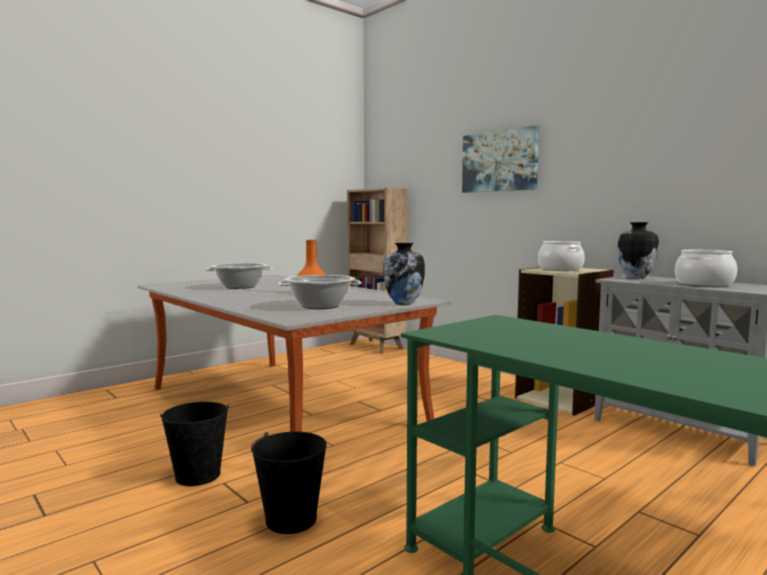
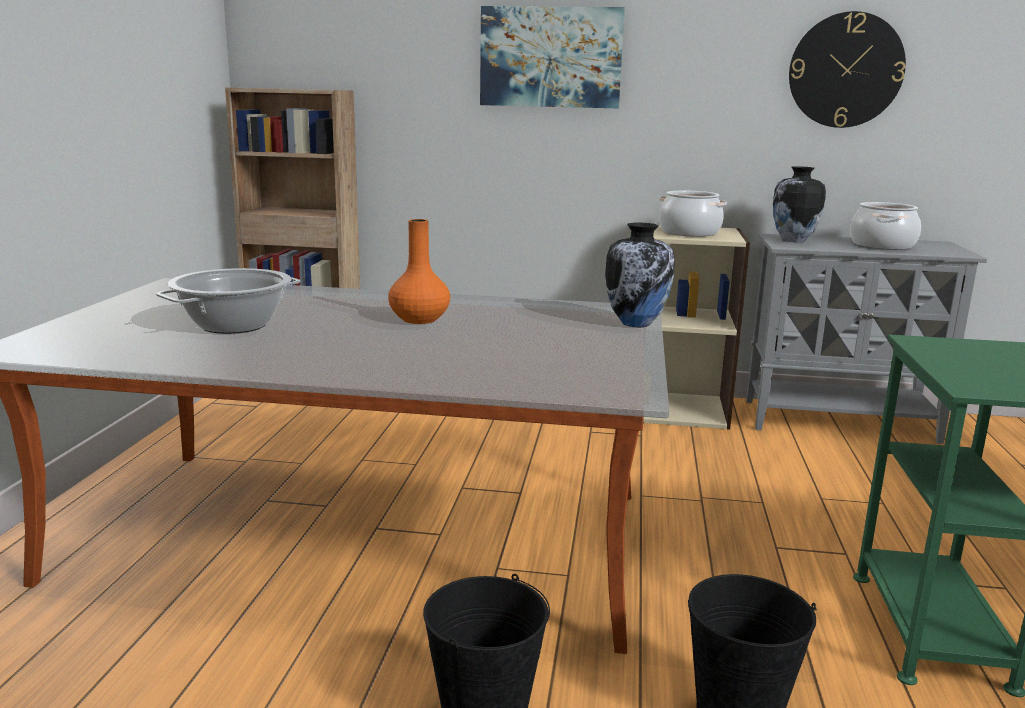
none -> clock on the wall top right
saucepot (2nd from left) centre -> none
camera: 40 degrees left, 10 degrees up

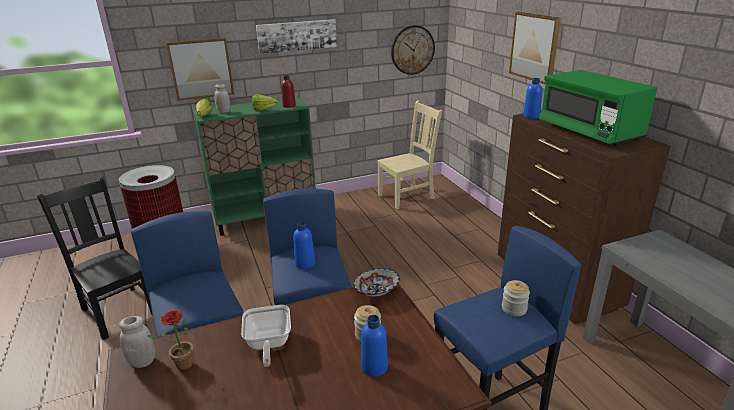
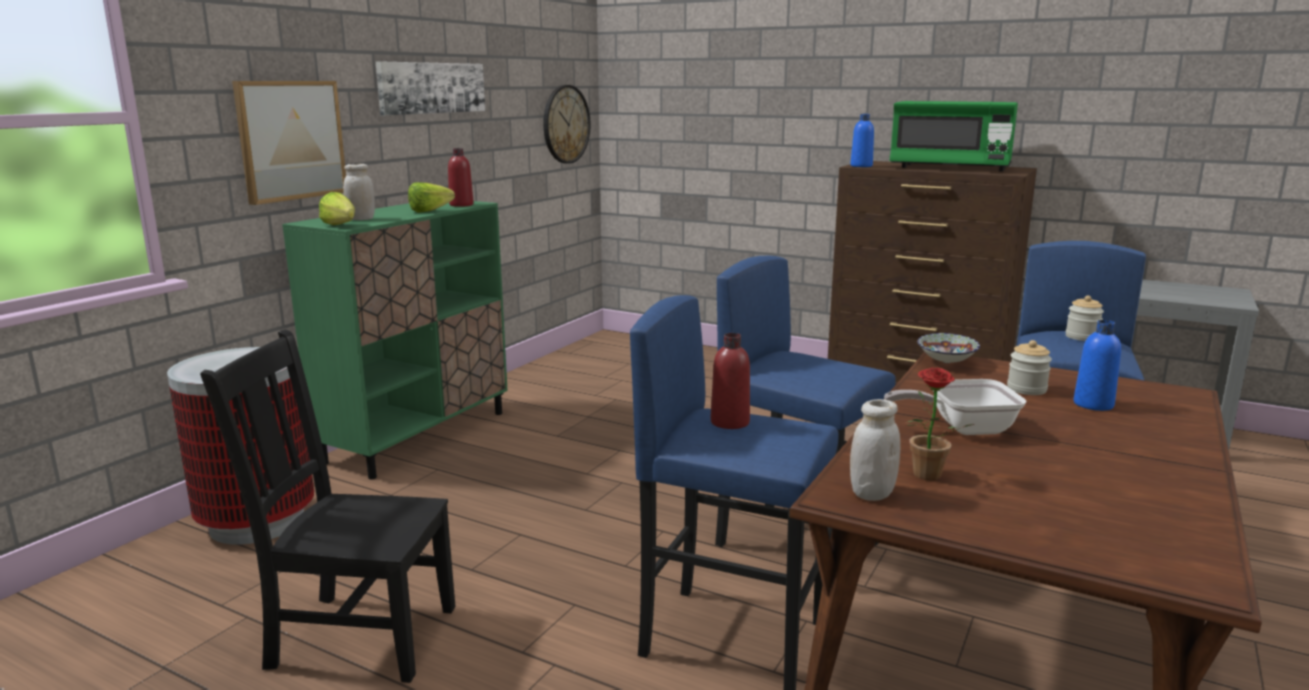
none -> red-coloured drink bottle (2nd from left) centre
frying pan bottom centre -> frying pan middle right, 135 degrees clockwise
bluish drink bottle (1st from left) centre -> none
beige upright chair centre -> none
picture (3rd from left) top right -> none
camera: 40 degrees left, 10 degrees down

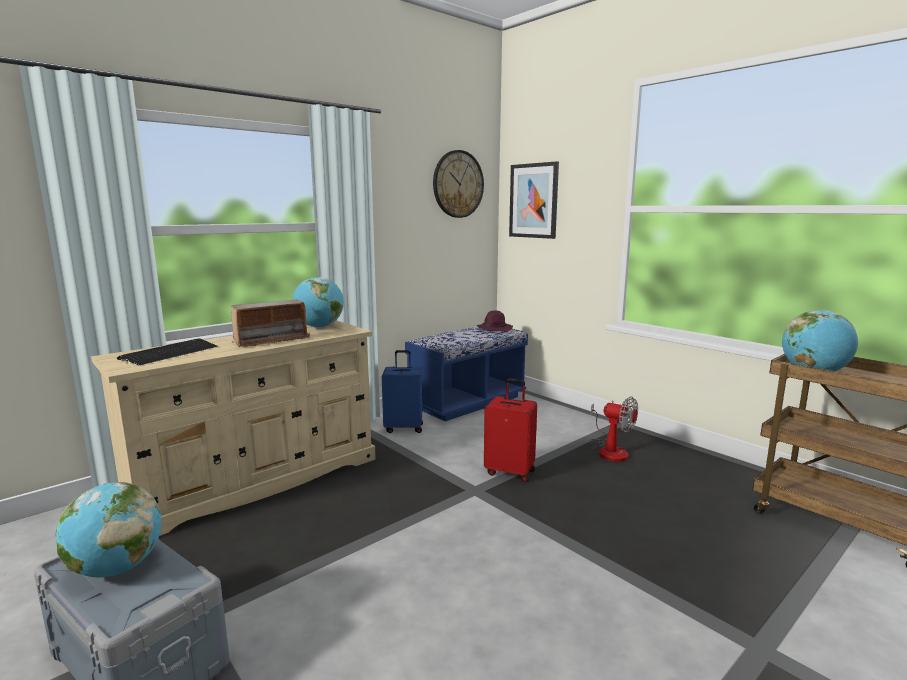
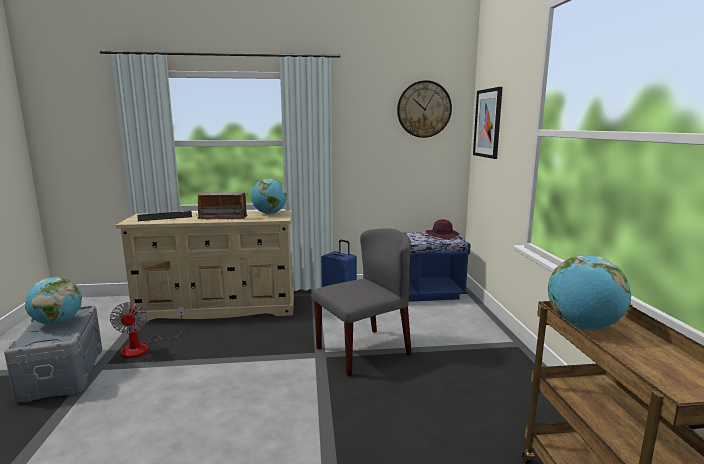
fan middle right -> fan bottom left, moved
red-coloured piece of luggage centre -> grey upright chair centre
camera: 35 degrees right, 0 degrees up

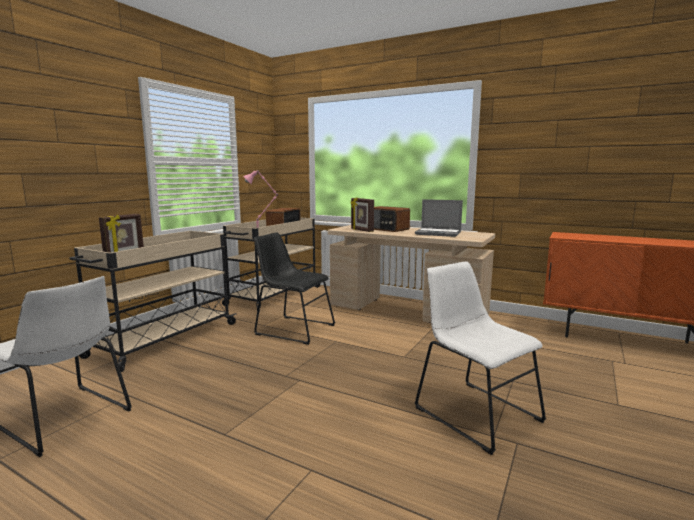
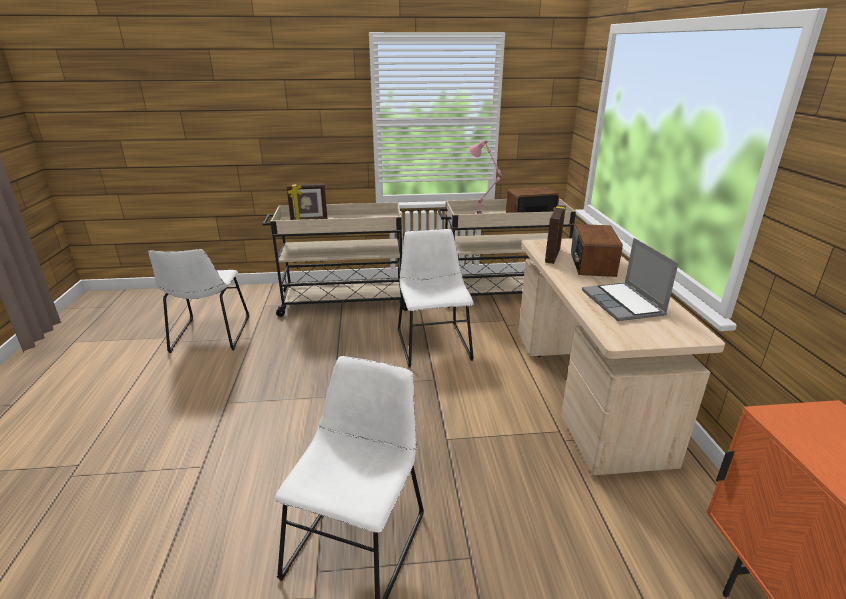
black-coloured upright chair centre -> white upright chair (3rd from left) centre
camera: 55 degrees right, 15 degrees up

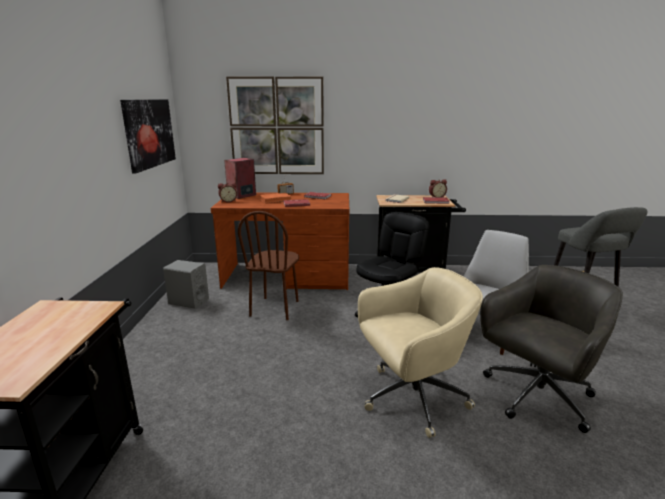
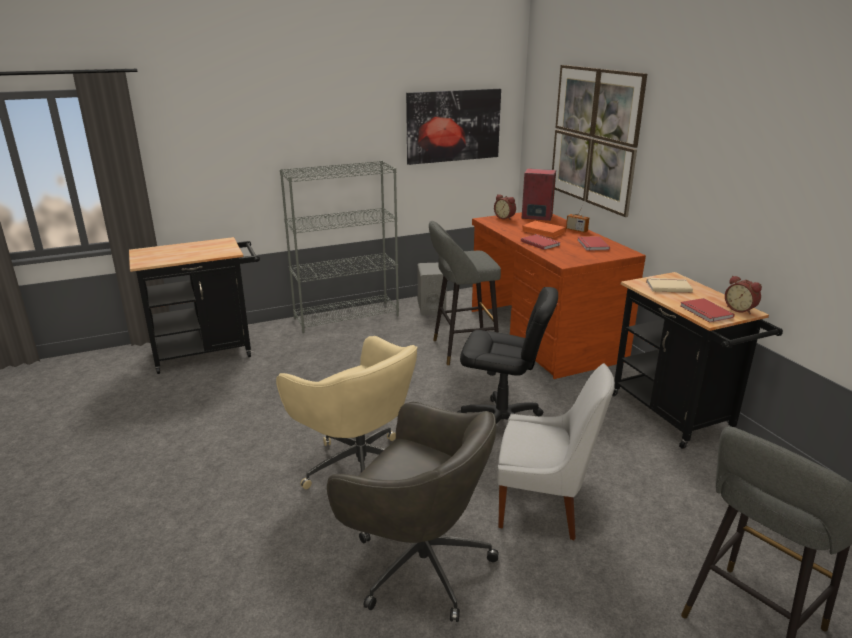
none -> grey bookshelf centre
brown-coloured upright chair centre -> grey stool seat (1st from left) centre
camera: 65 degrees right, 5 degrees up

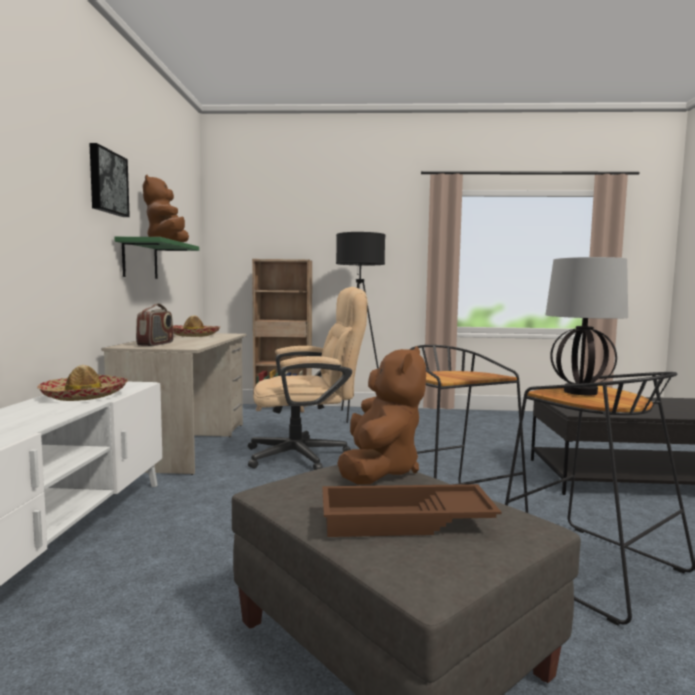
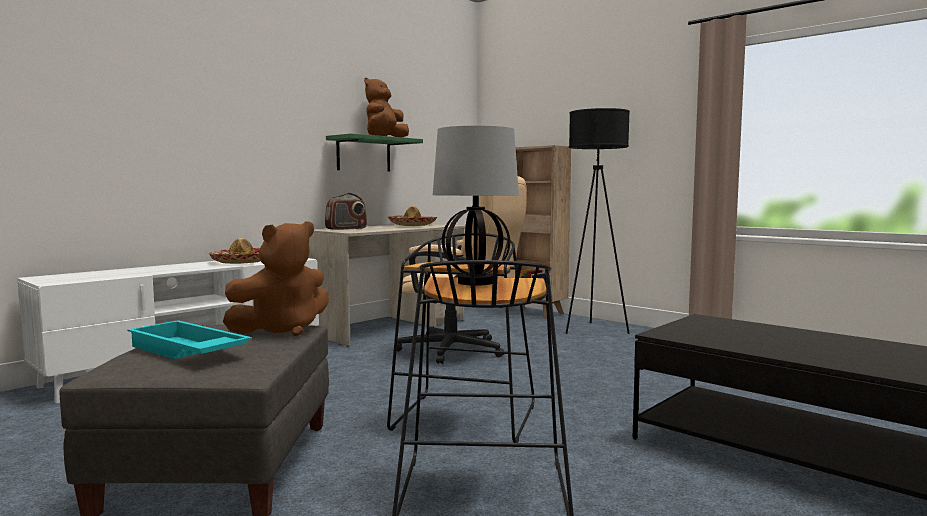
brown-coloured carrying tray bottom centre -> turquoise carrying tray middle left
picture top left -> none
camera: 40 degrees right, 0 degrees up

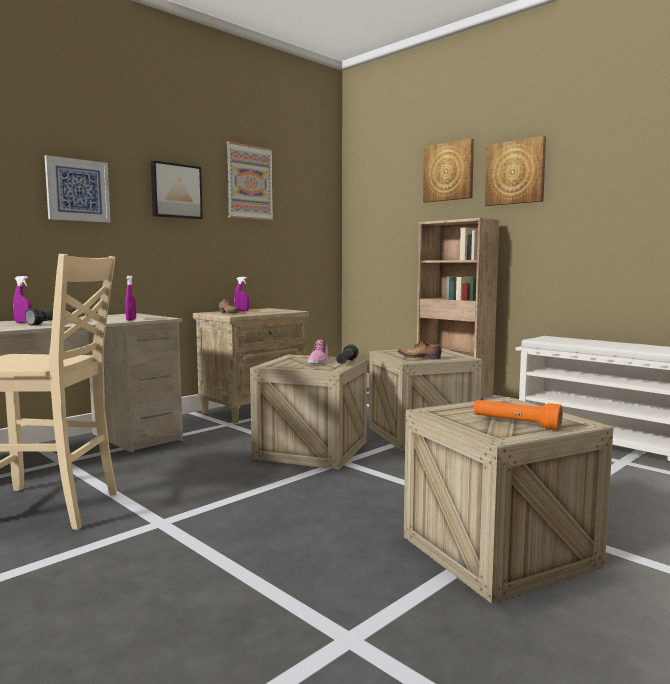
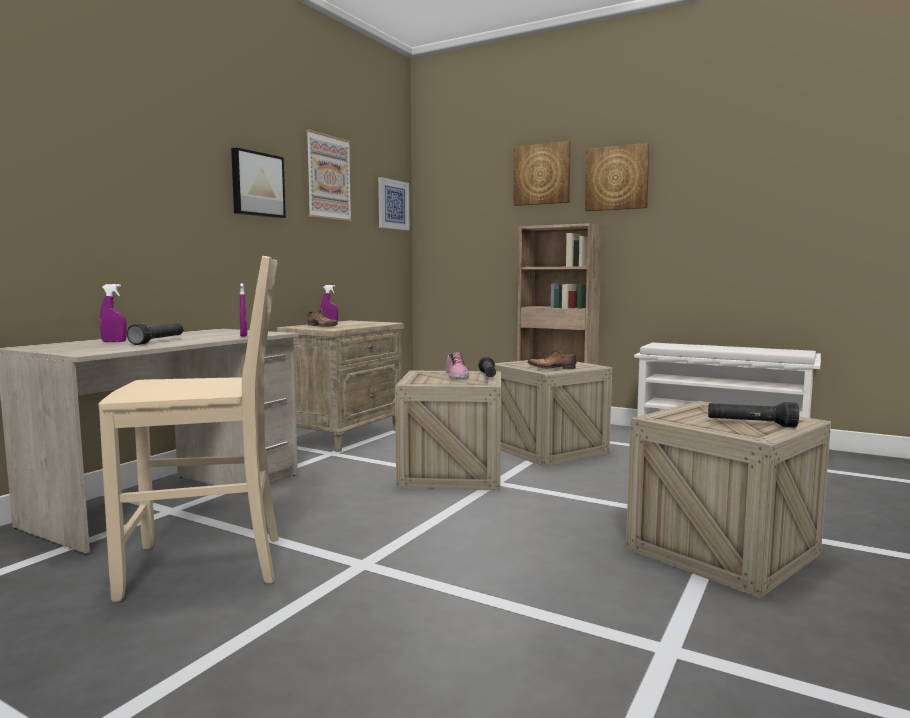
picture (1st from left in the first image) top left -> picture (3rd from left) top centre, moved
orangey torch middle right -> black-coloured torch (3rd from left) middle right
camera: 15 degrees left, 0 degrees up

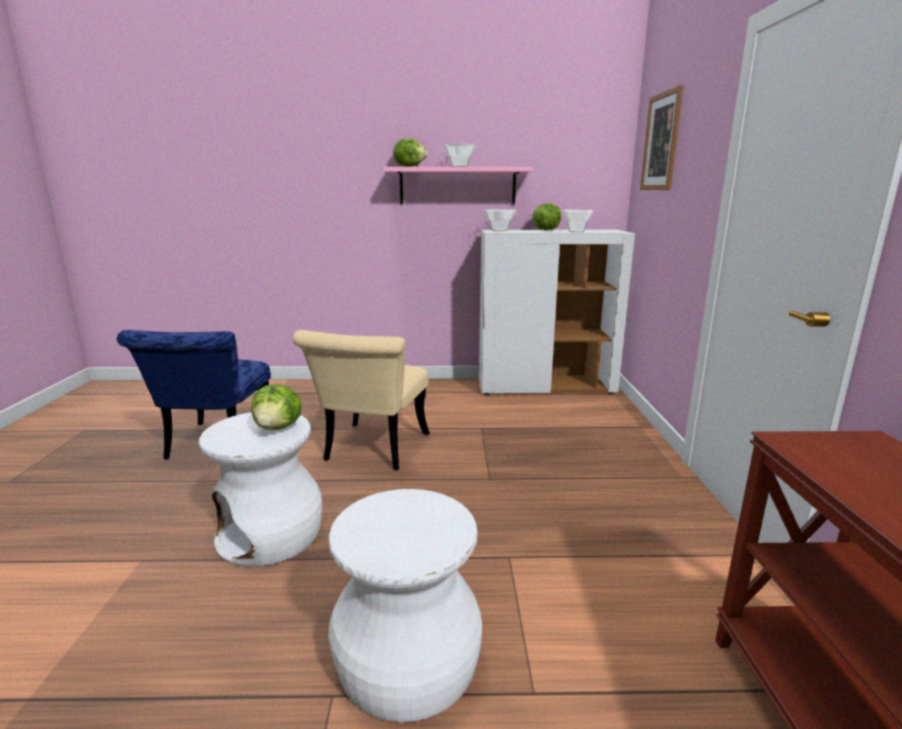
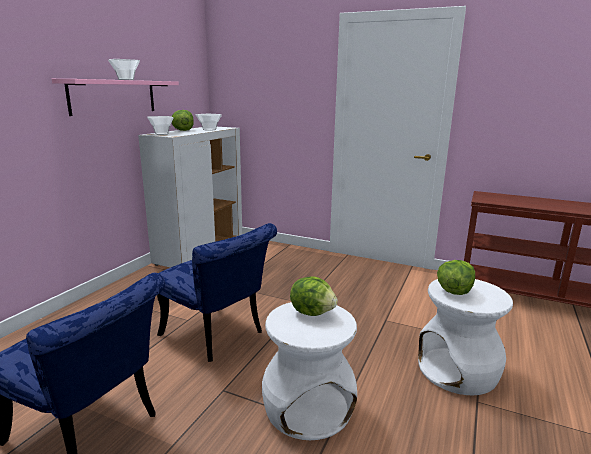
beige upright chair centre -> bluish upright chair (2nd from left) centre
lettuce head (2nd from left in the first image) top centre -> lettuce head (3rd from left) middle right, moved
picture top right -> none
camera: 65 degrees left, 0 degrees up

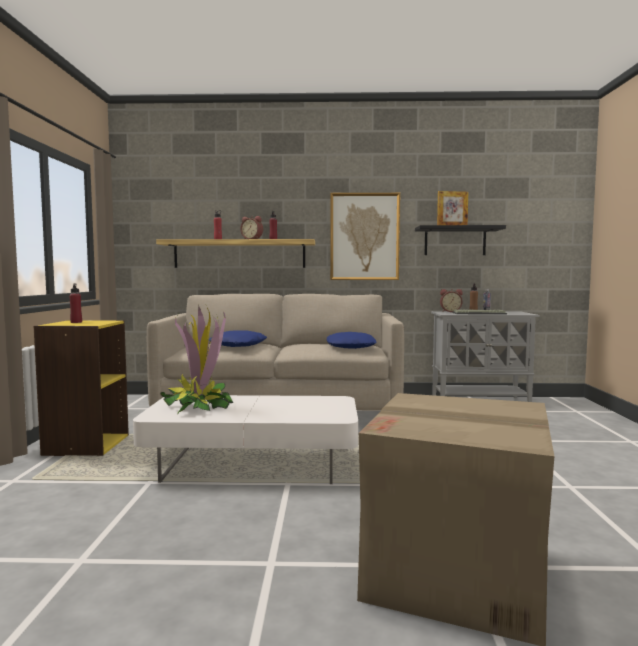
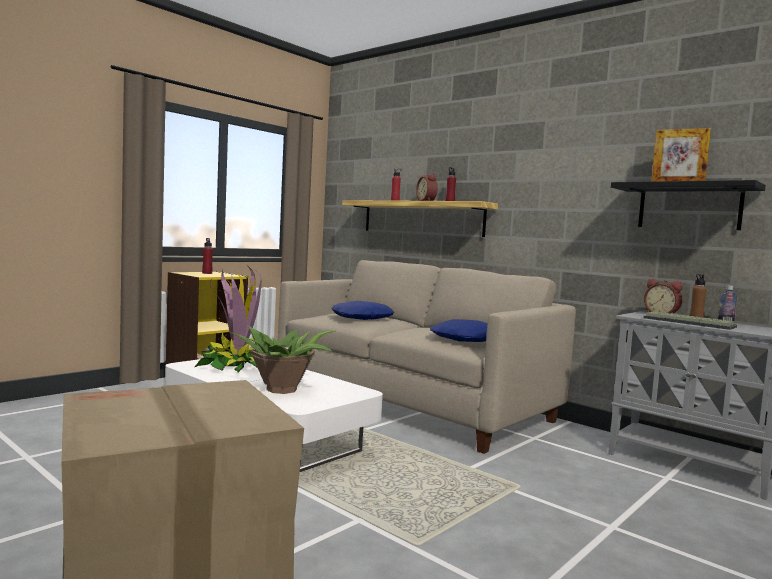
none -> houseplant (2nd from left) centre
picture centre -> none
camera: 40 degrees right, 0 degrees up

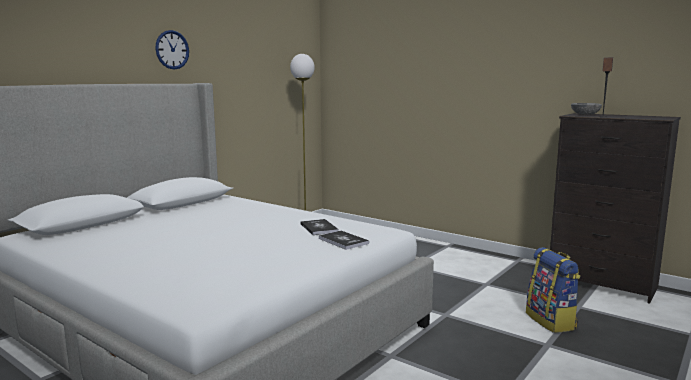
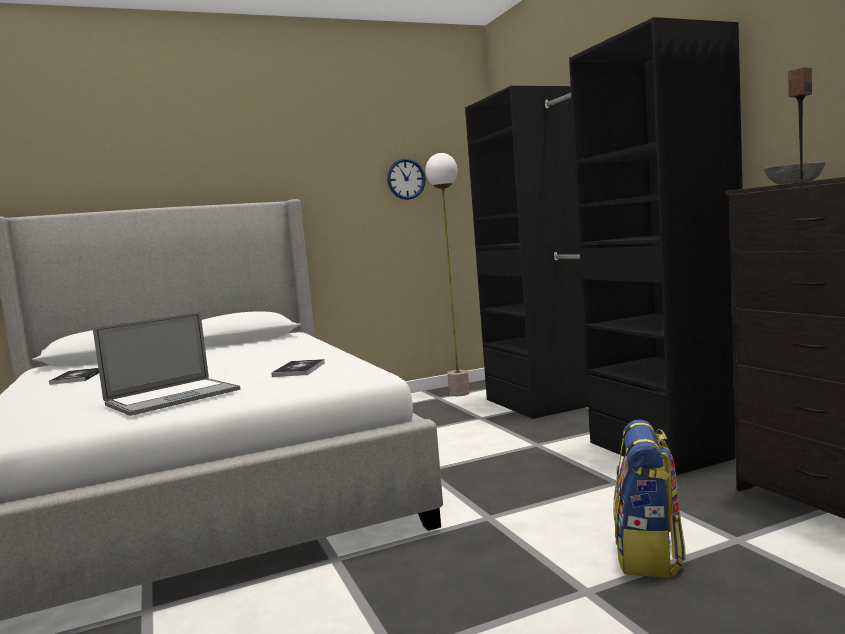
book (2nd from left in the first image) centre -> book (1st from left) middle left, moved
none -> portable computer middle left
clock on the wall top left -> clock on the wall top centre, moved
none -> black-coloured wardrobe middle right
camera: 30 degrees right, 5 degrees down

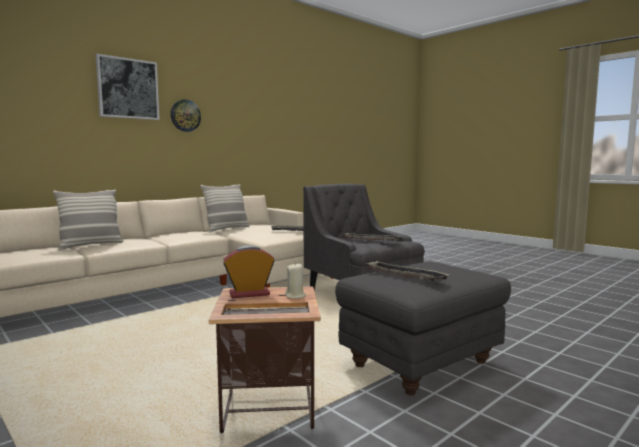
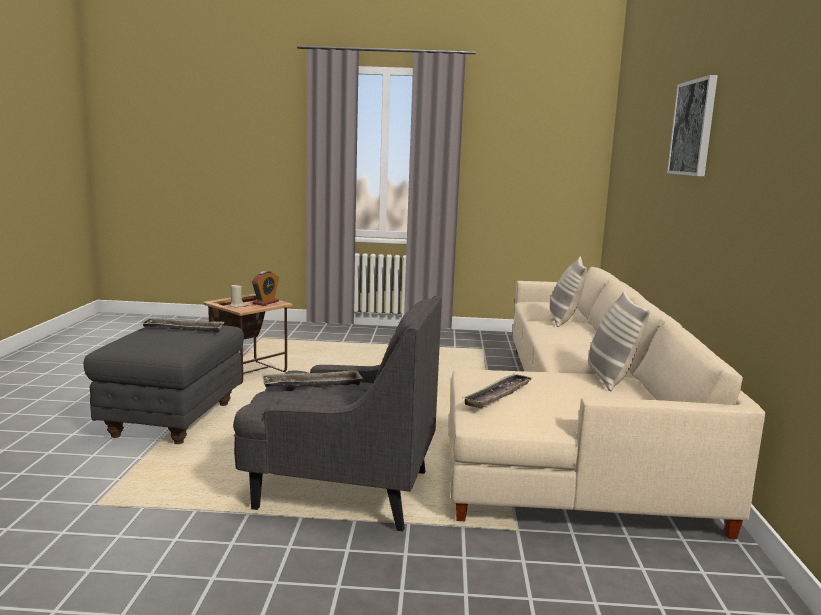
clock on the wall top left -> none
camera: 135 degrees right, 5 degrees up

